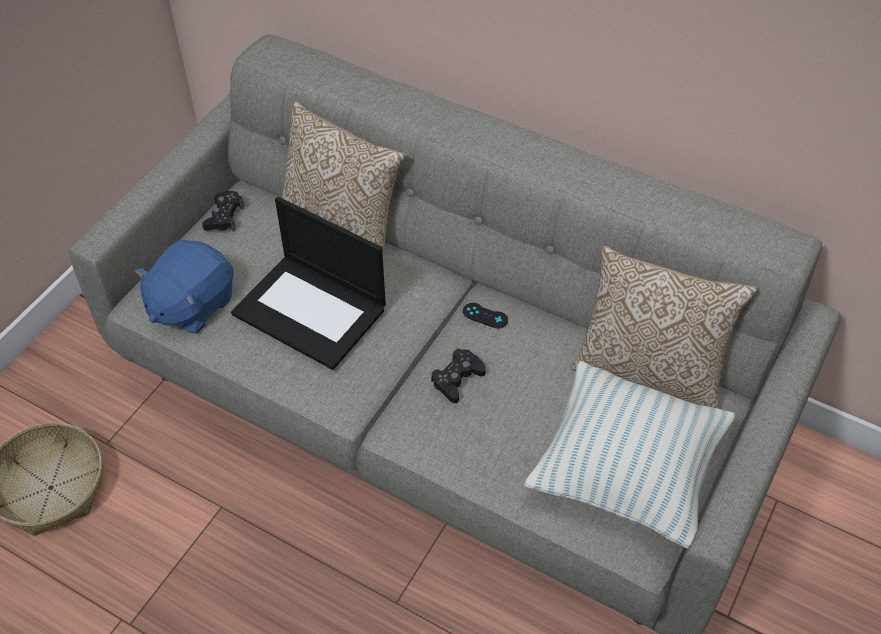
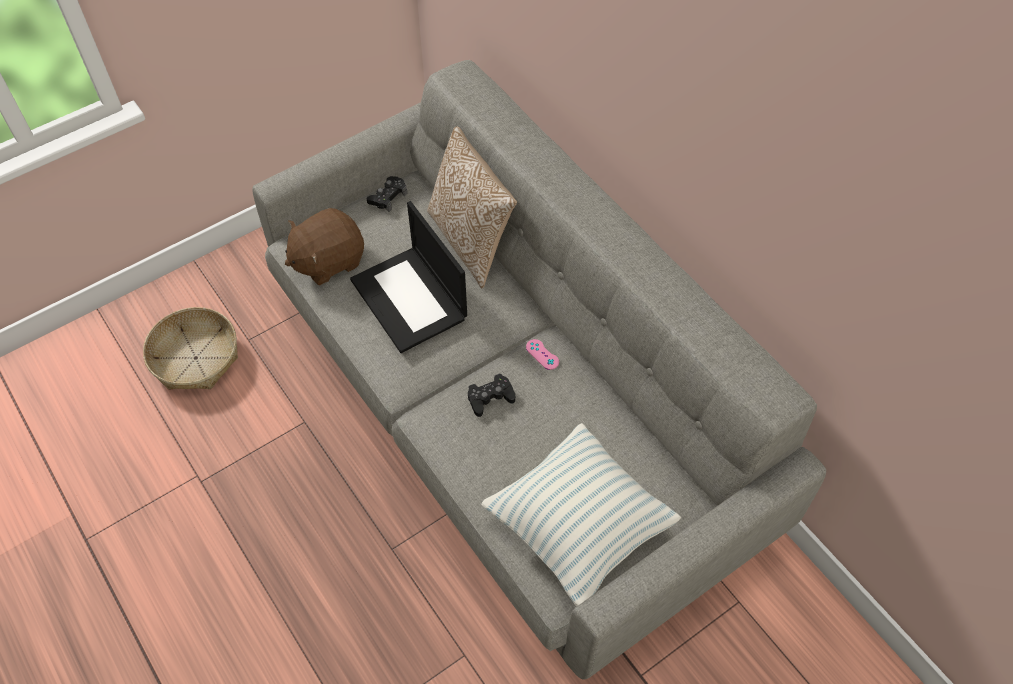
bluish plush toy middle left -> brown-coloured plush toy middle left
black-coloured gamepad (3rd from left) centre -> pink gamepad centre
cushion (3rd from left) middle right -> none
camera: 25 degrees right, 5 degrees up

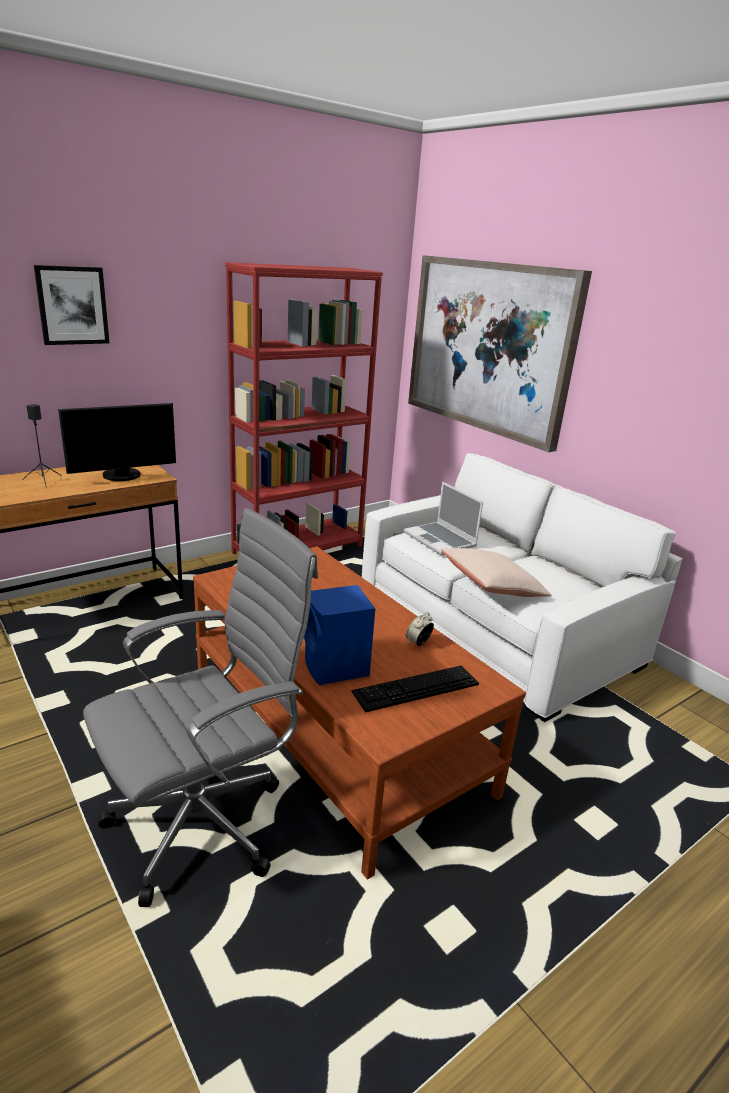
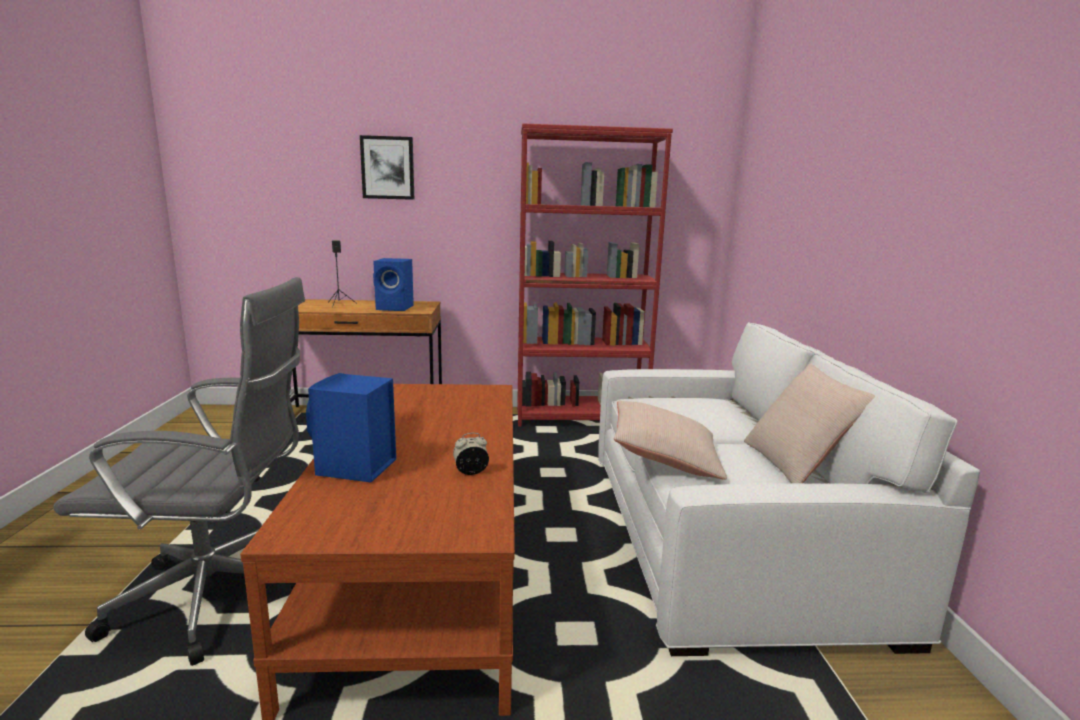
computer screen middle left -> bluish audio speaker (2nd from left) centre
none -> beige cushion (2nd from left) middle right
computer keyboard centre -> none
portable computer centre -> none
picture (2nd from left) top right -> none
camera: 35 degrees right, 10 degrees down

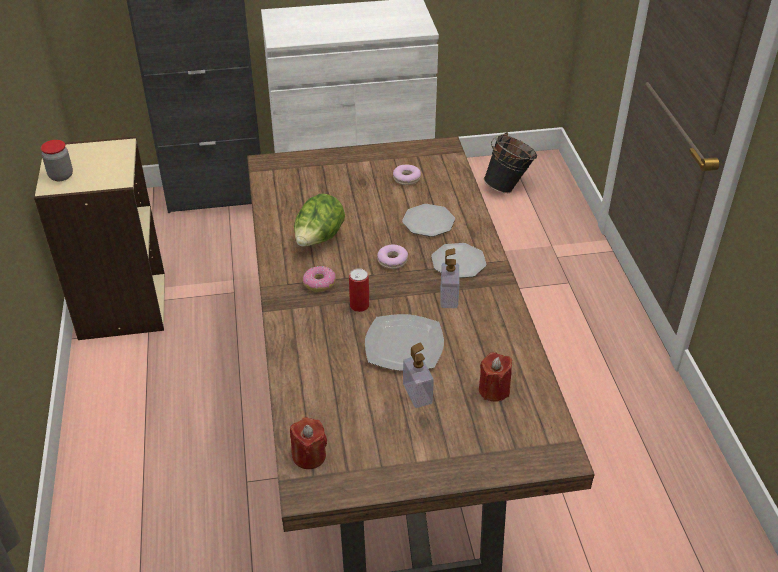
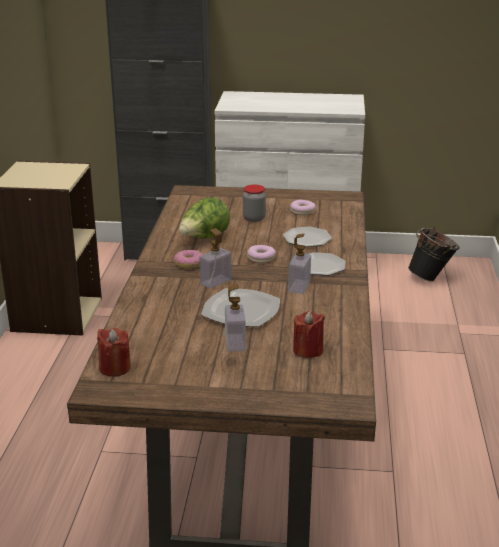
can centre -> soap dispenser (1st from left) centre
jar top left -> jar centre, moved
camera: 15 degrees right, 15 degrees down

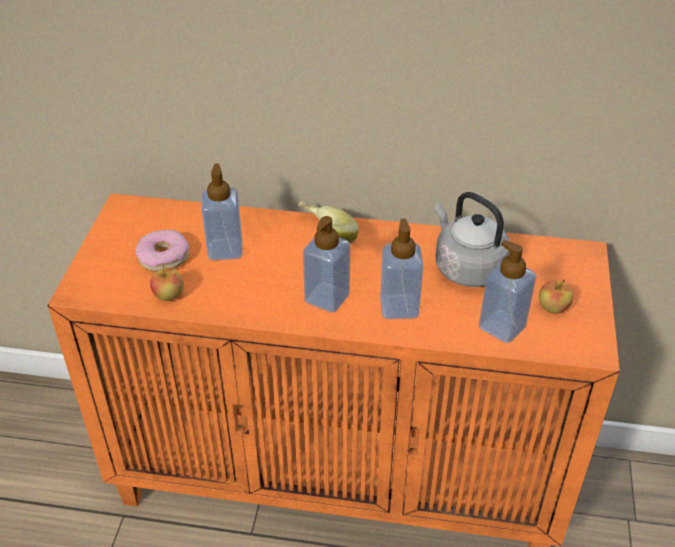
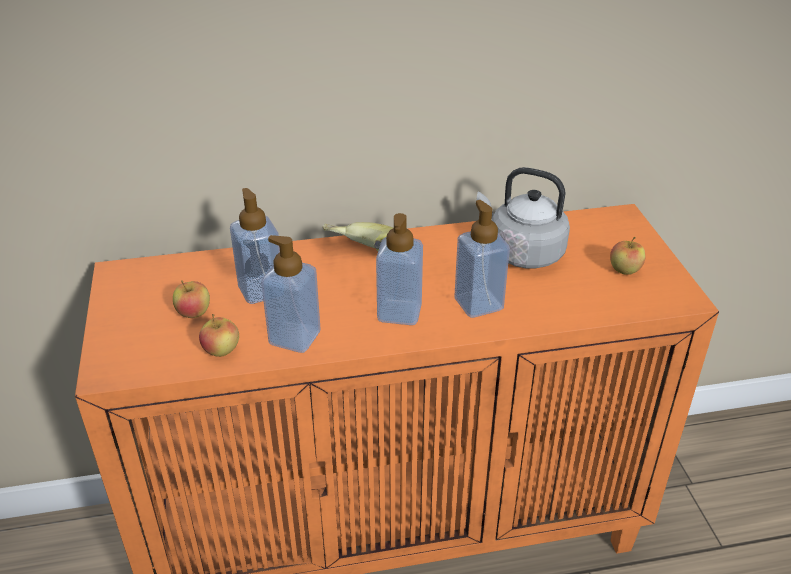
donut middle left -> whole apple (1st from left) middle left
soap dispenser (4th from left in the first image) middle right -> soap dispenser (2nd from left) centre, moved
camera: 20 degrees left, 5 degrees down

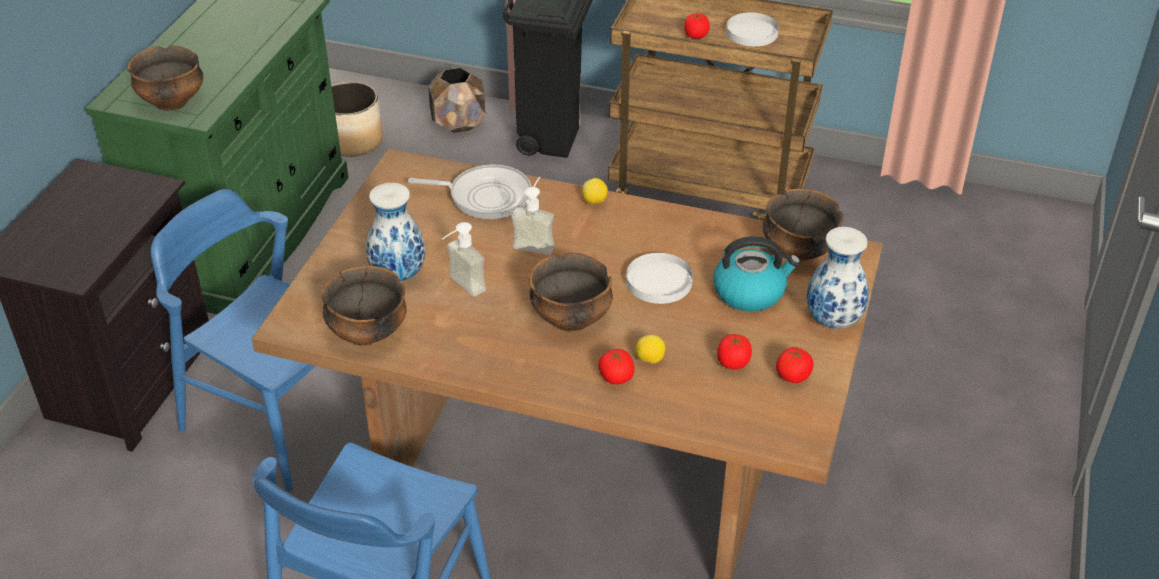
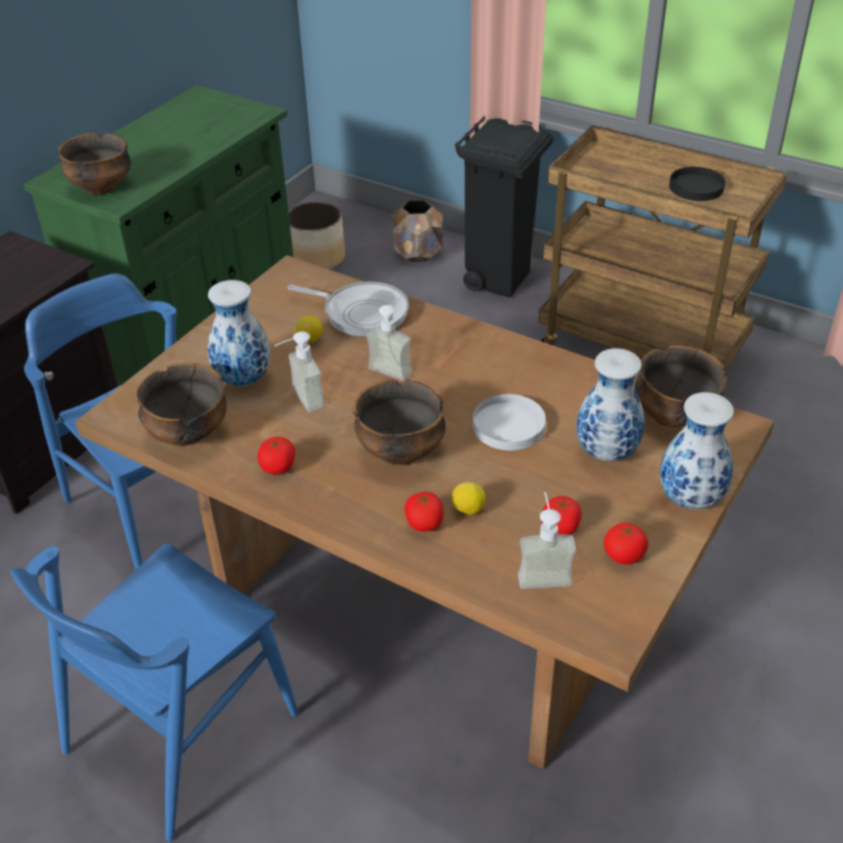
whole tomato (2nd from left in the first image) top centre -> whole tomato (1st from left) middle left, moved
whole lemon (1st from left) top centre -> whole lemon (1st from left) centre, moved
none -> soap dispenser (3rd from left) centre
water kettle centre -> vase (2nd from left) middle right
white plate (2nd from left) top centre -> black-coloured plate top right
camera: 15 degrees right, 0 degrees up

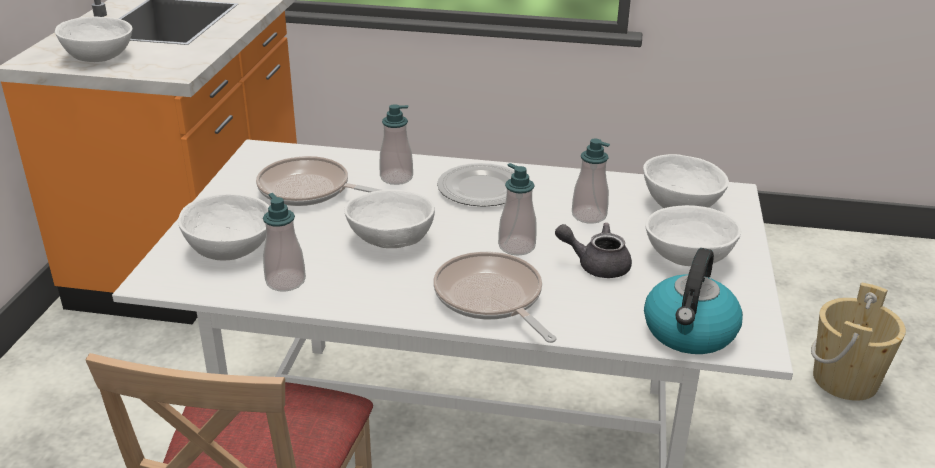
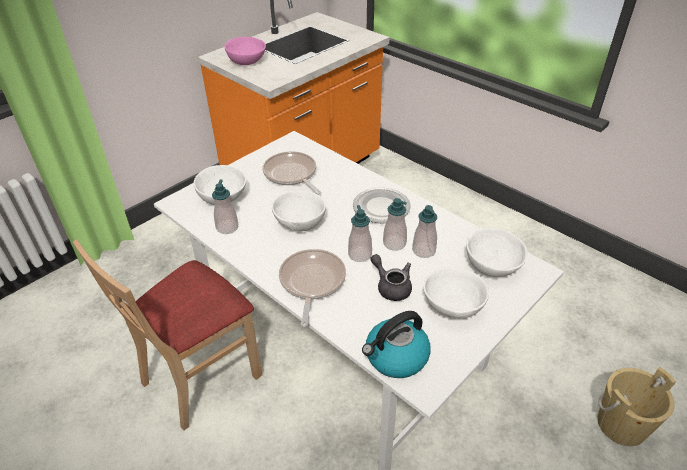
white bowl (1st from left) top left -> pink bowl top centre
soap dispenser (2nd from left in the first image) top centre -> soap dispenser (3rd from left) centre, moved
camera: 35 degrees right, 10 degrees up

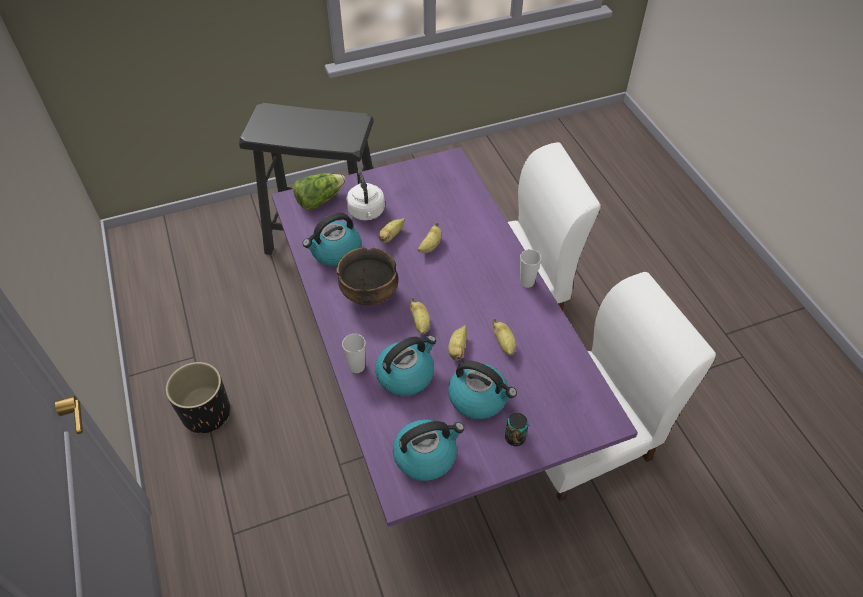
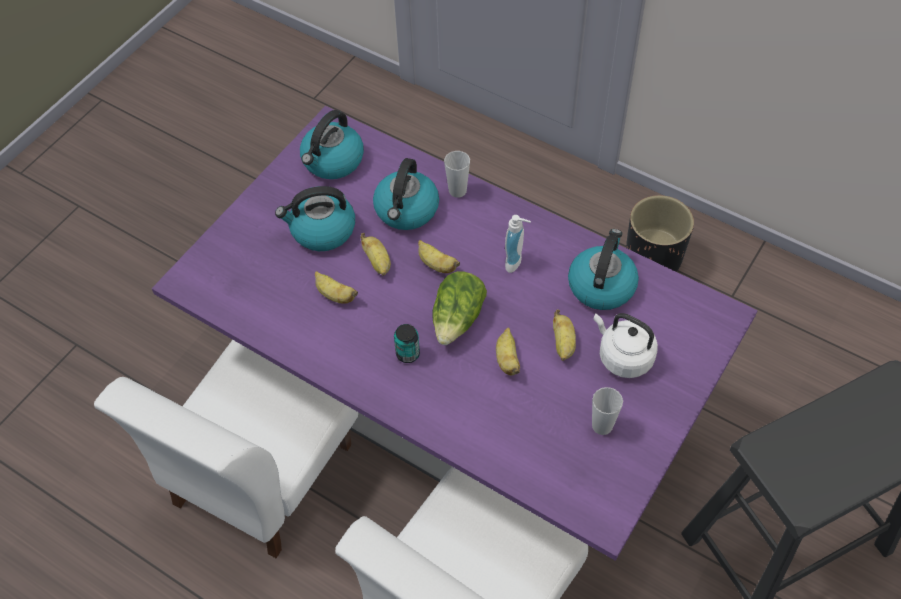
can bottom centre -> can centre, moved
lettuce head top centre -> lettuce head centre, moved
bowl centre -> soap dispenser centre
cup (2nd from left) centre -> cup (2nd from left) bottom right, moved
camera: 145 degrees right, 5 degrees up

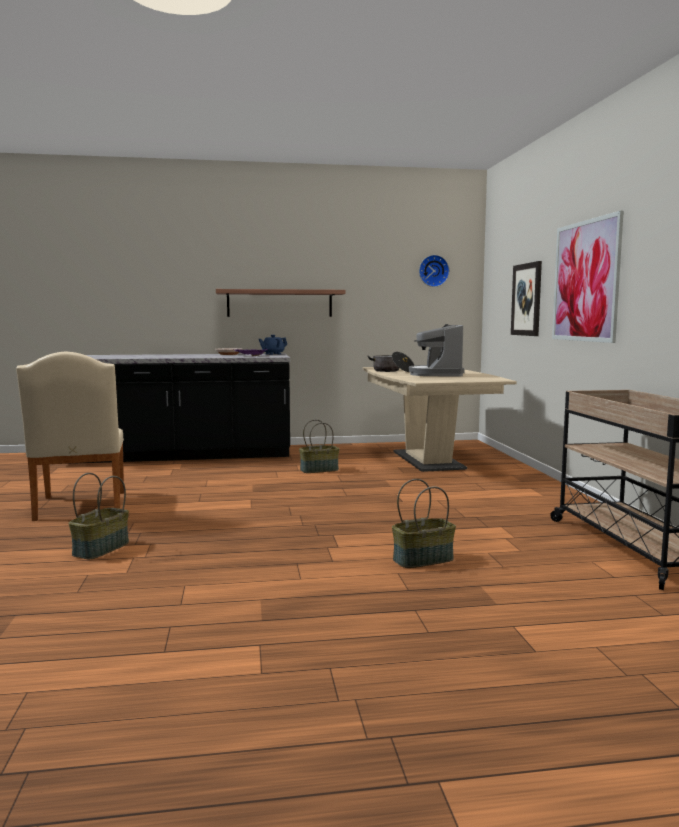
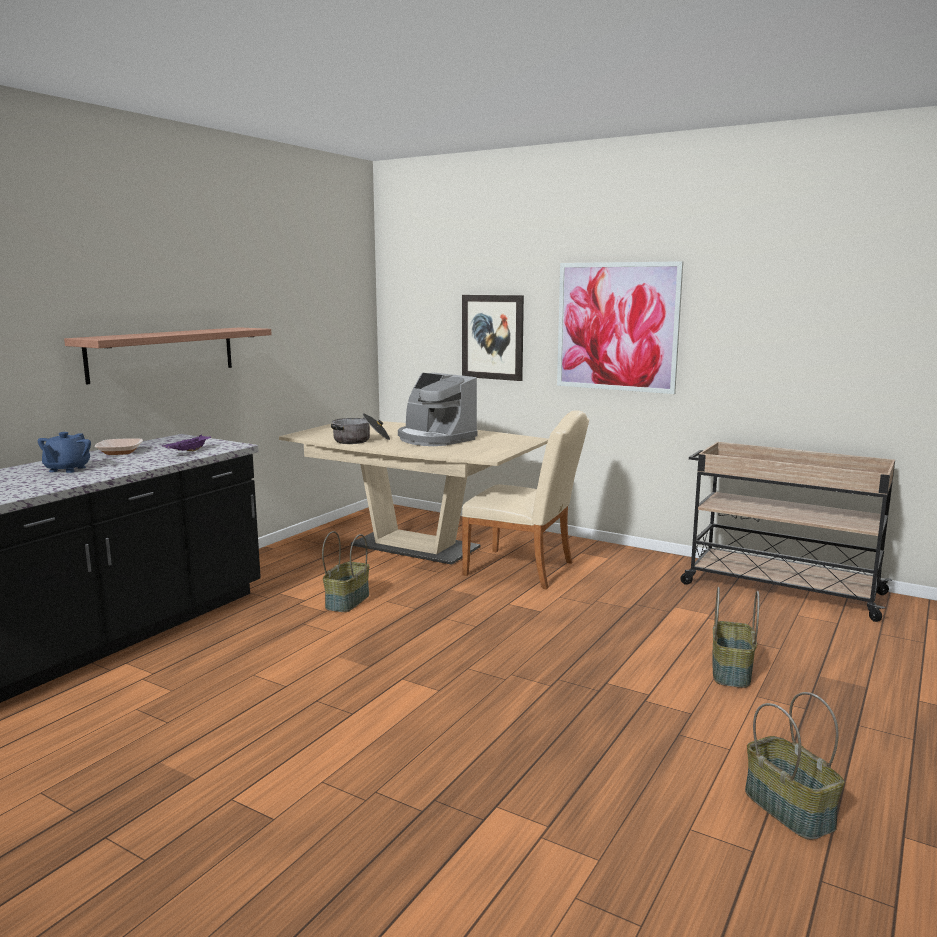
bluish teapot centre -> bluish teapot middle left, moved
beige upright chair middle left -> beige upright chair centre, moved
household basket (1st from left in the first image) middle left -> household basket (3rd from left) bottom right, moved
clock on the wall top centre -> none
camera: 50 degrees left, 5 degrees up

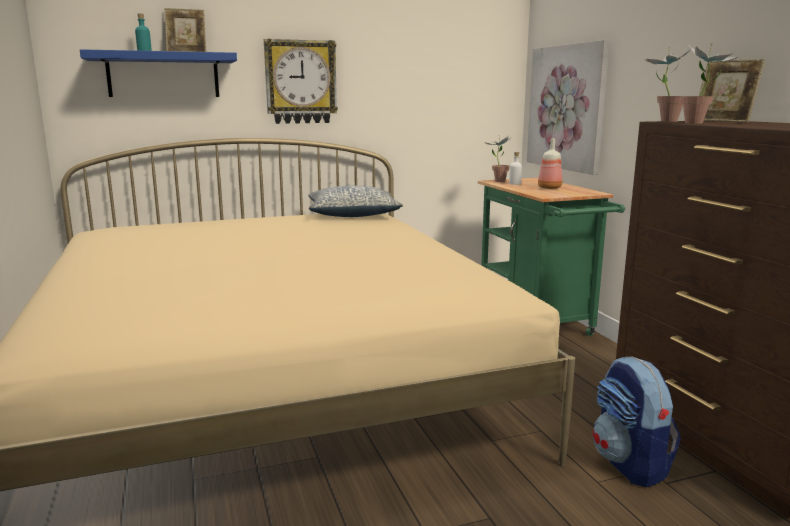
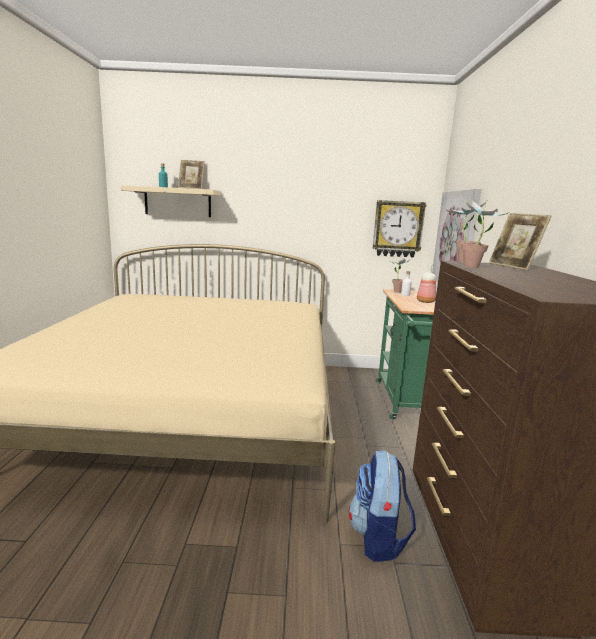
bluish shelf top left -> beige shelf top left
clock on the wall top centre -> clock on the wall middle right, moved
cushion centre -> none
camera: 20 degrees right, 0 degrees up

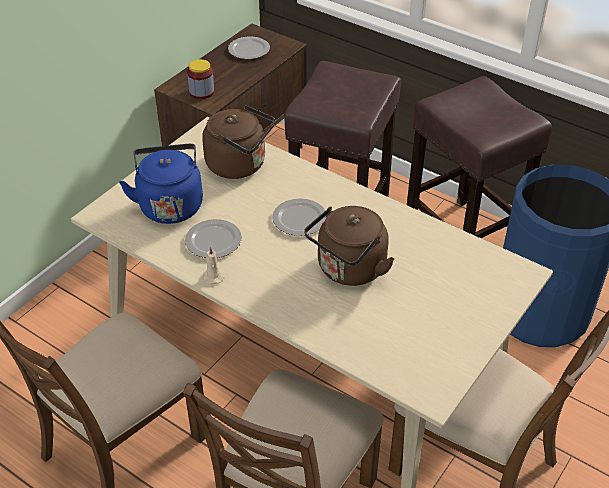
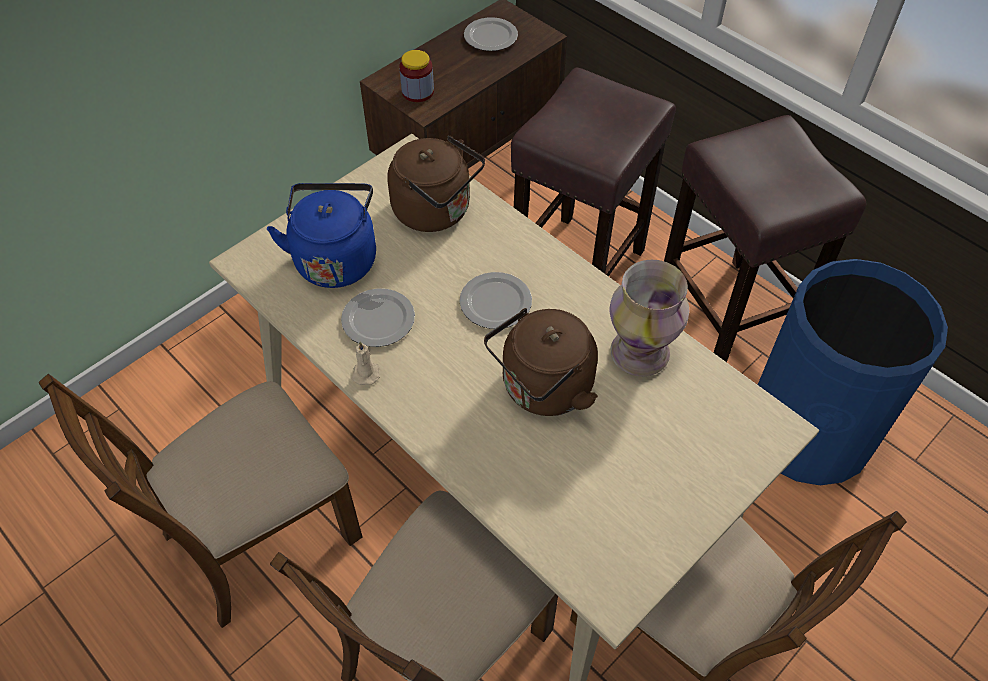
none -> vase centre
camera: 10 degrees right, 10 degrees up

